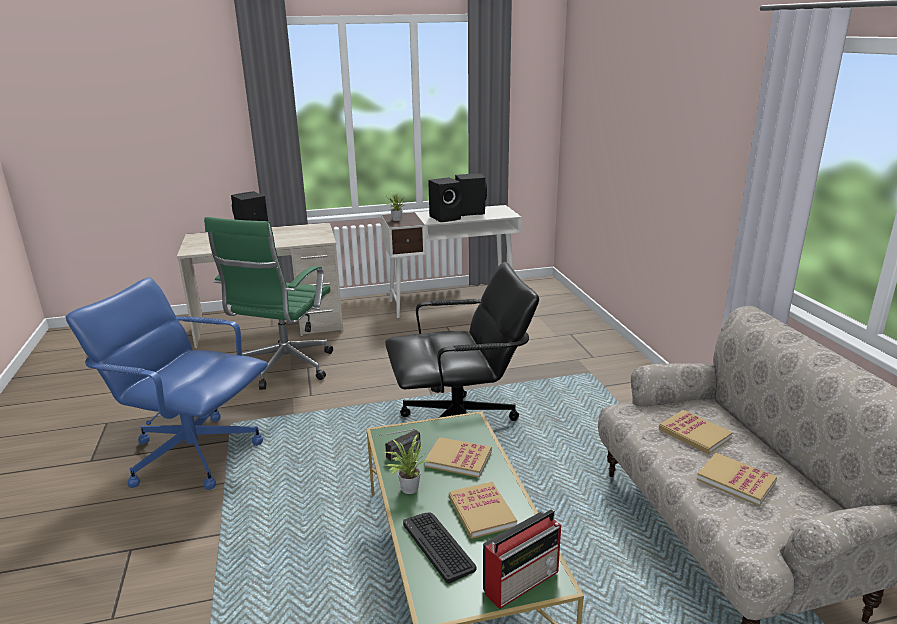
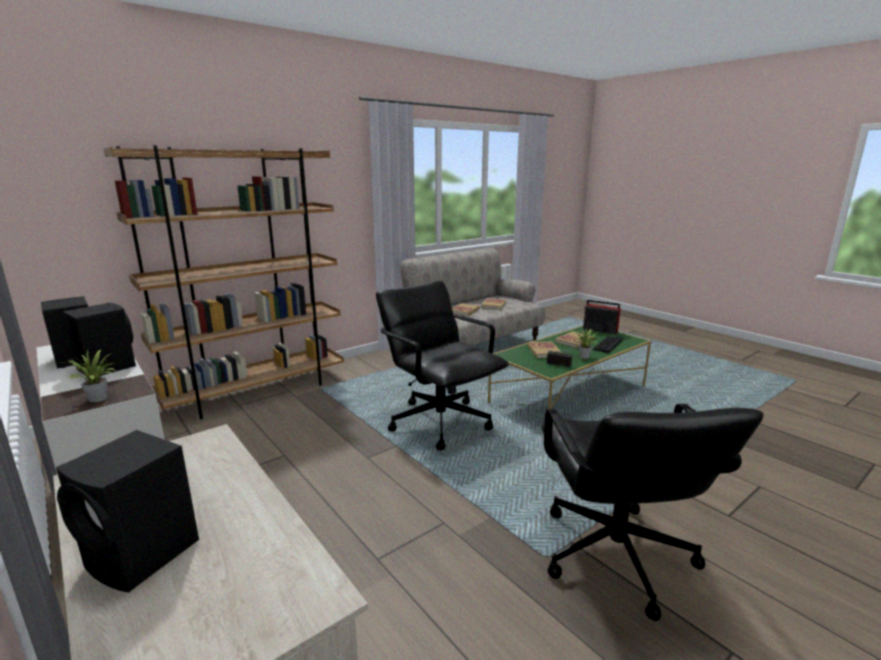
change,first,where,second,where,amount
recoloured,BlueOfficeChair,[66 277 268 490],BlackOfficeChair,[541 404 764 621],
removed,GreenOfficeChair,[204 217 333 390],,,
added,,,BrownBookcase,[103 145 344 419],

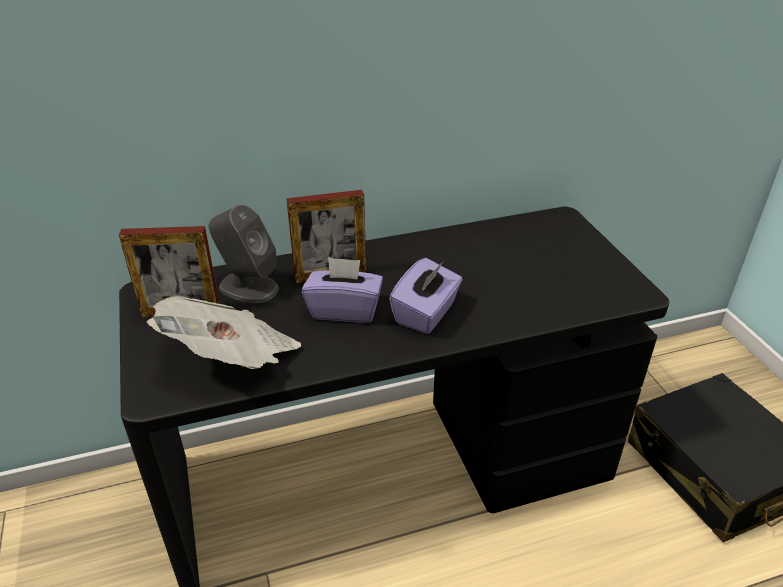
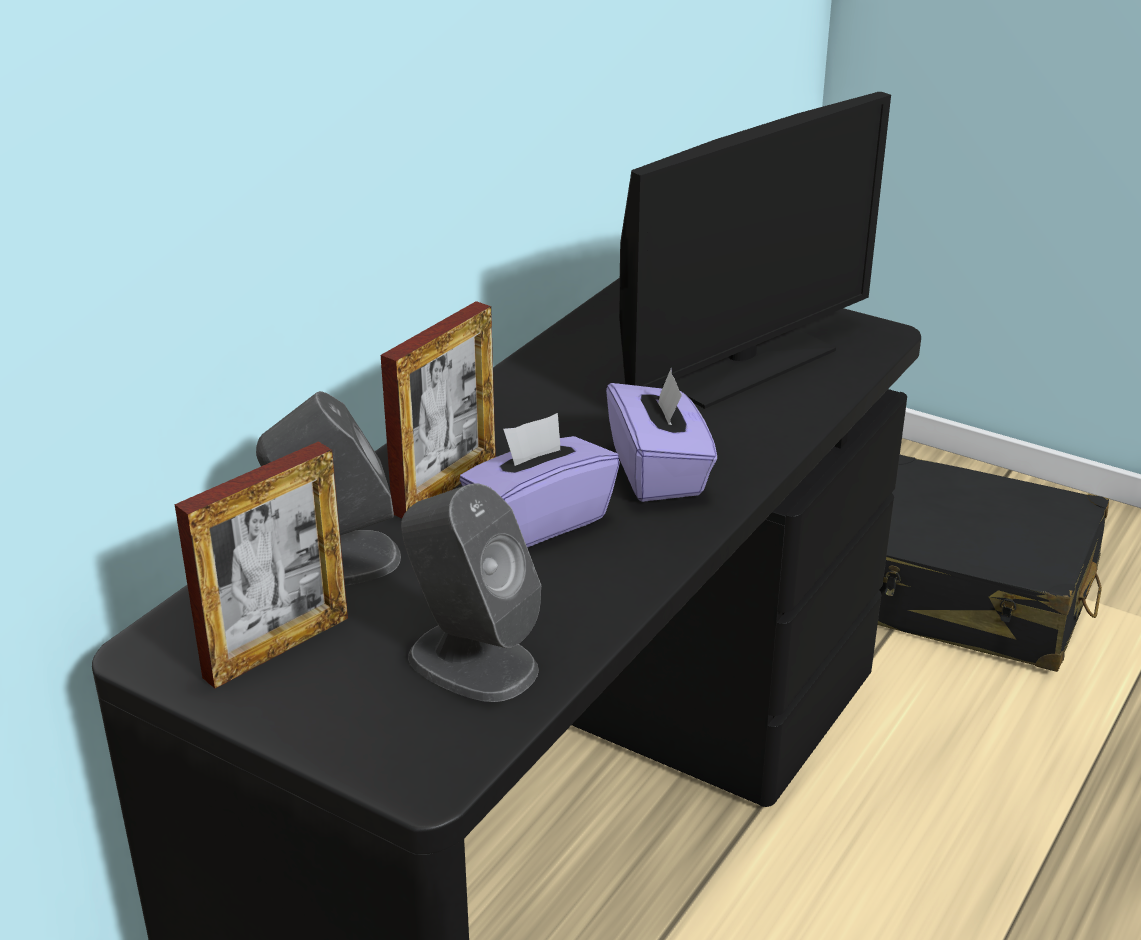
change,first,where,second,where,amount
replaced,Newspaper,[147 296 301 369],GreySpeaker,[401 483 541 702],
added,,,Monitor,[619 92 891 409],

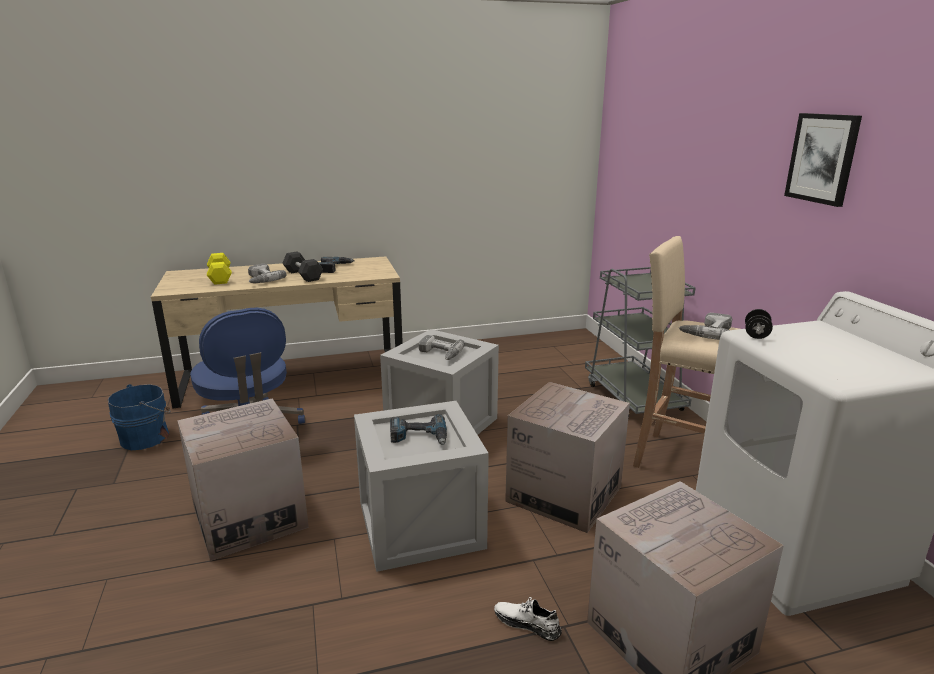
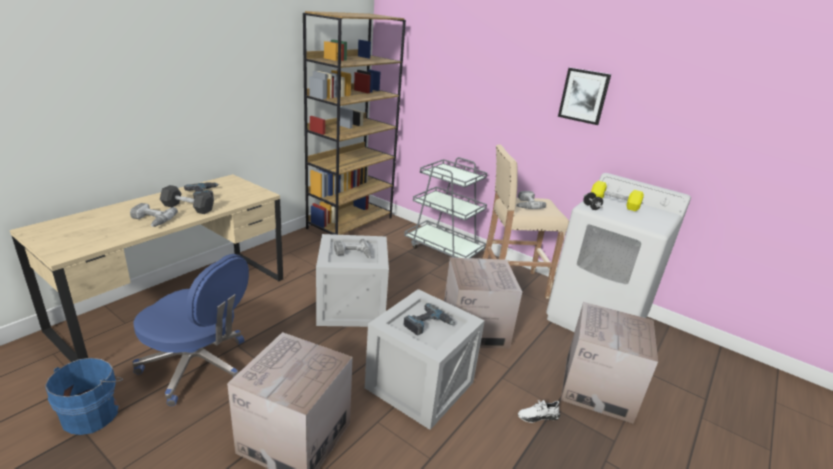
change,first,where,second,where,amount
moved,YellowDumbbell,[207 253 232 285],,[591 181 644 212],
added,,,BrownBookcase,[303 11 406 235],

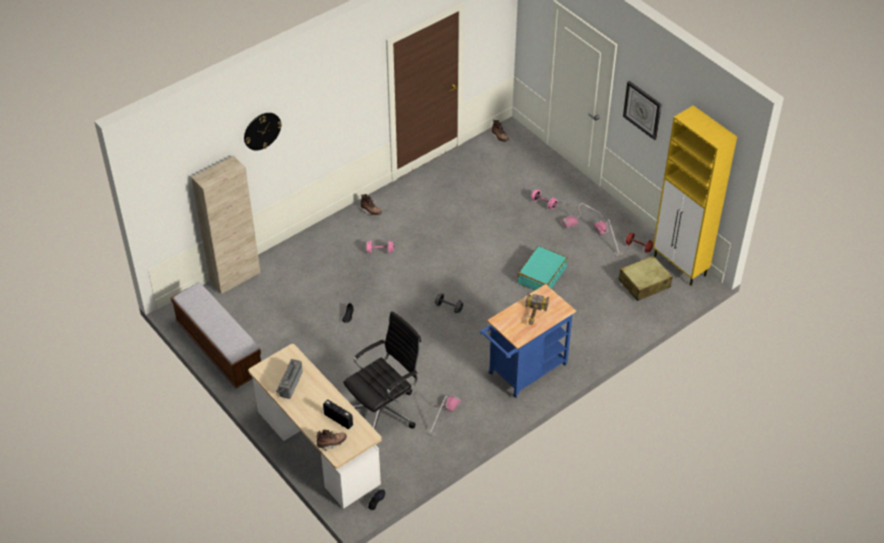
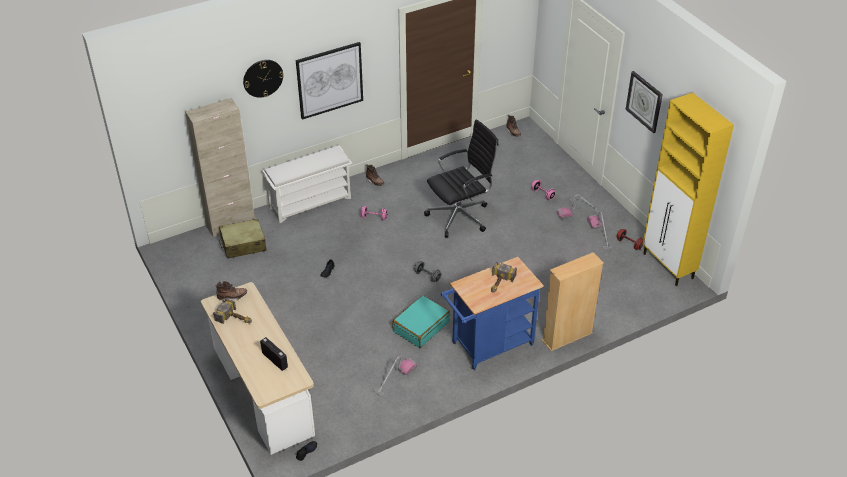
change,first,where,second,where,amount
removed,Bench,[171 282 261 388],,,
replaced,Radio,[276 359 303 399],Hammer,[213 298 252 324],
moved,BrownBoot,[316 430 347 451],,[215 281 247 302],
moved,BlackOfficeChair,[343 311 421 429],,[424 119 498 238],
moved,TurquoiseSuitcase,[517 246 567 290],,[392 295 450 348],
moved,BeigeSuitcase,[619 256 673 301],,[219 219 267 259],
added,,,WhiteShoeRack,[262 145 352 223],
added,,,Picture,[296 42 363 120],
added,,,BeigeBookcase,[542 252 604 351],

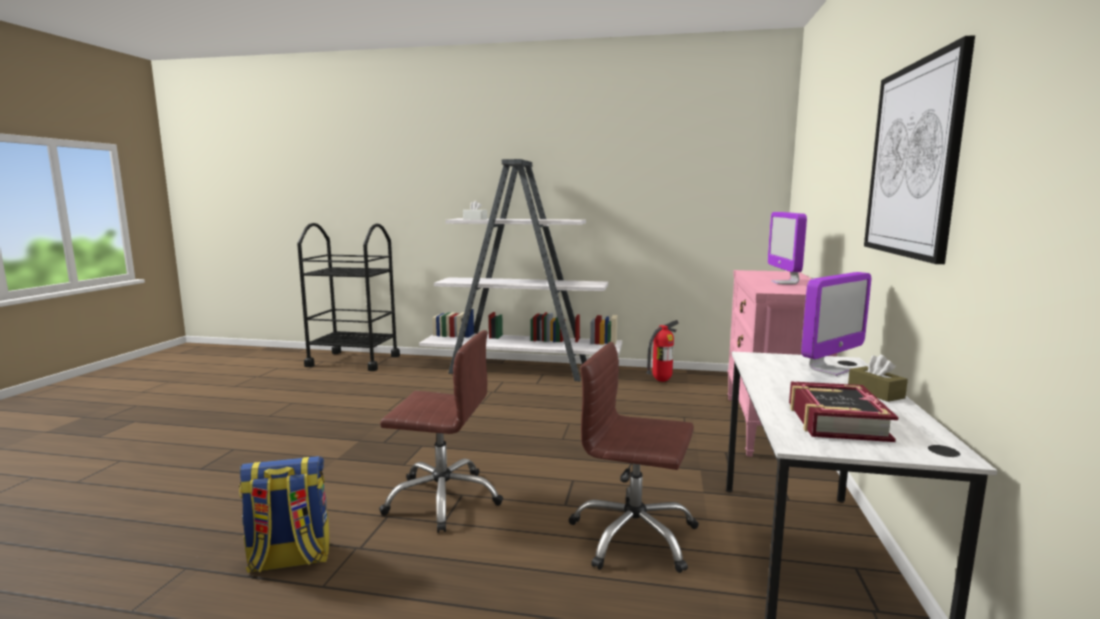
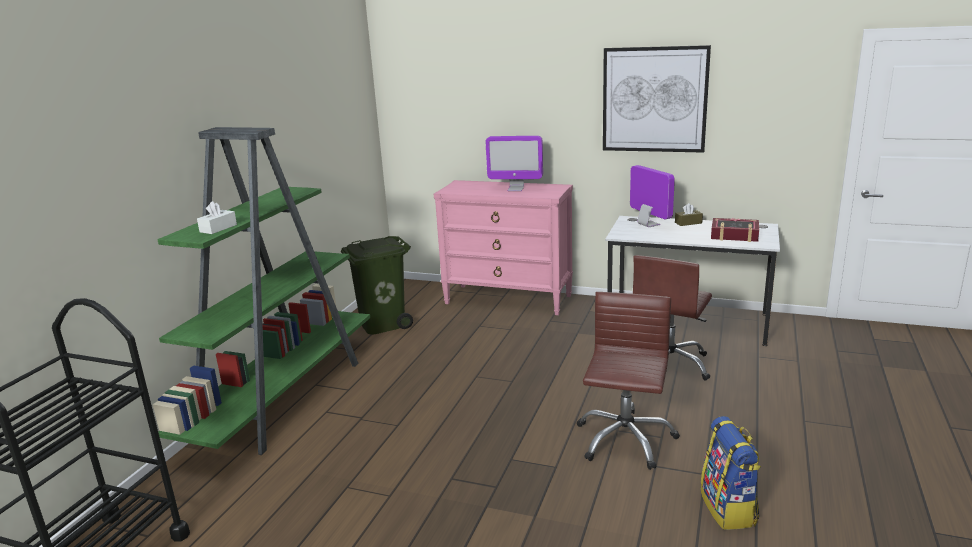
change,first,where,second,where,amount
recoloured,WhiteBookcase,[419 159 622 382],GreenBookcase,[153 127 370 455],
replaced,FireExtinguisher,[646 320 679 382],GreenTrashCan,[341 236 413 335],

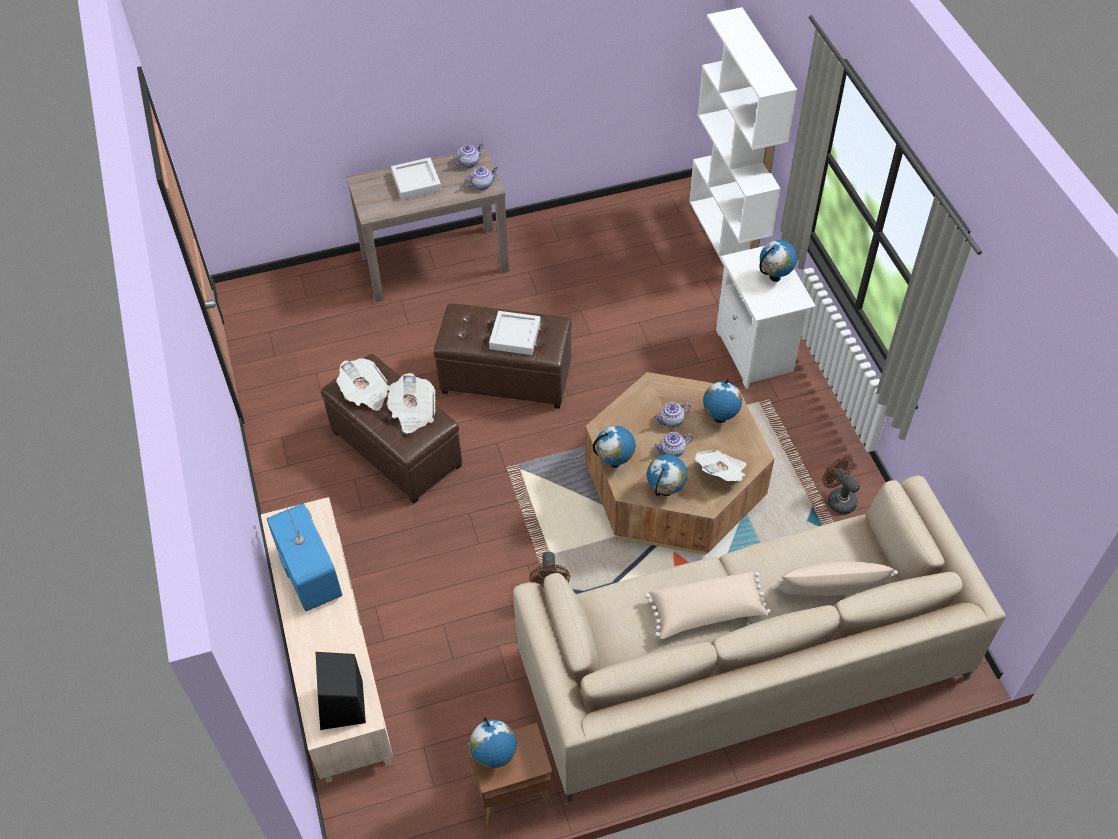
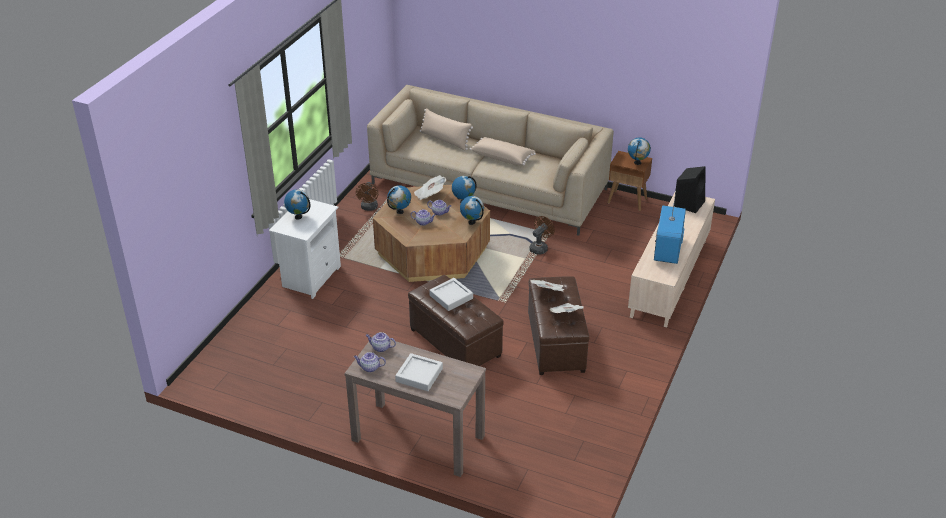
change,first,where,second,where,amount
removed,WhiteBookcase,[689 7 797 265],,,

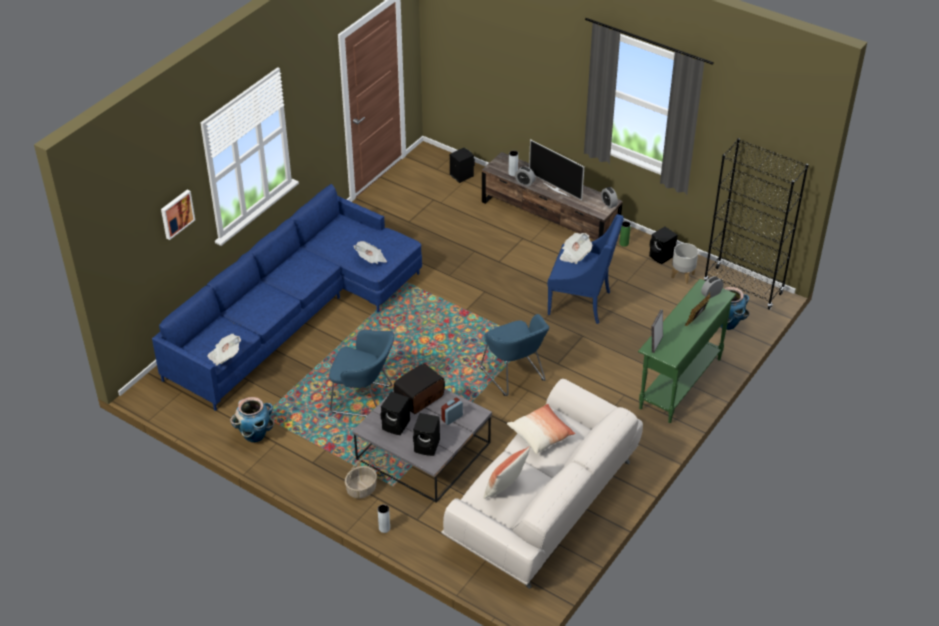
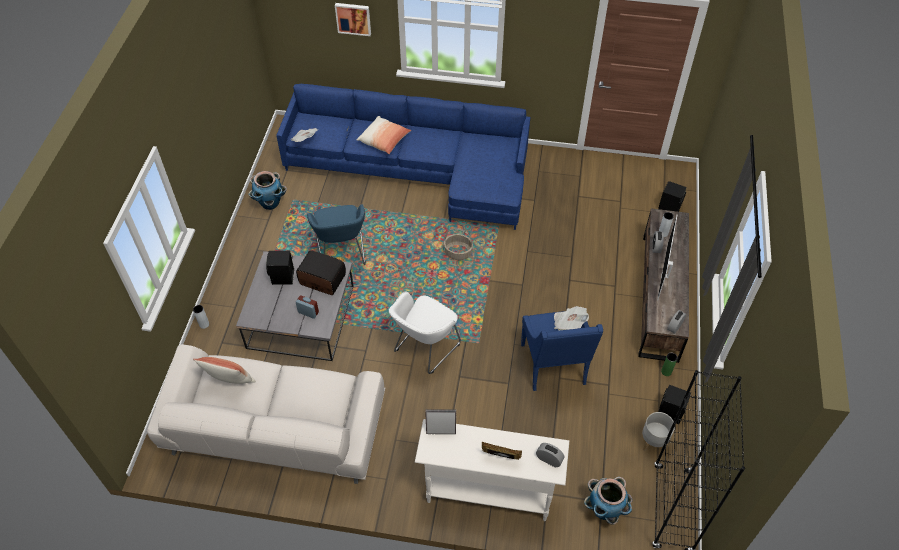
change,first,where,second,where,amount
moved,Basket,[345 457 377 499],,[444 228 473 260],
removed,Newspaper,[354 241 387 264],,,
removed,BlackSpeaker,[413 413 440 456],,,
recoloured,BlueArmchair,[481 314 549 396],WhiteArmchair,[389 292 461 374],
moved,Pillow,[507 404 576 454],,[357 116 411 154],
recoloured,GreenConsoleTable,[638 279 736 423],WhiteConsoleTable,[415 419 569 521],

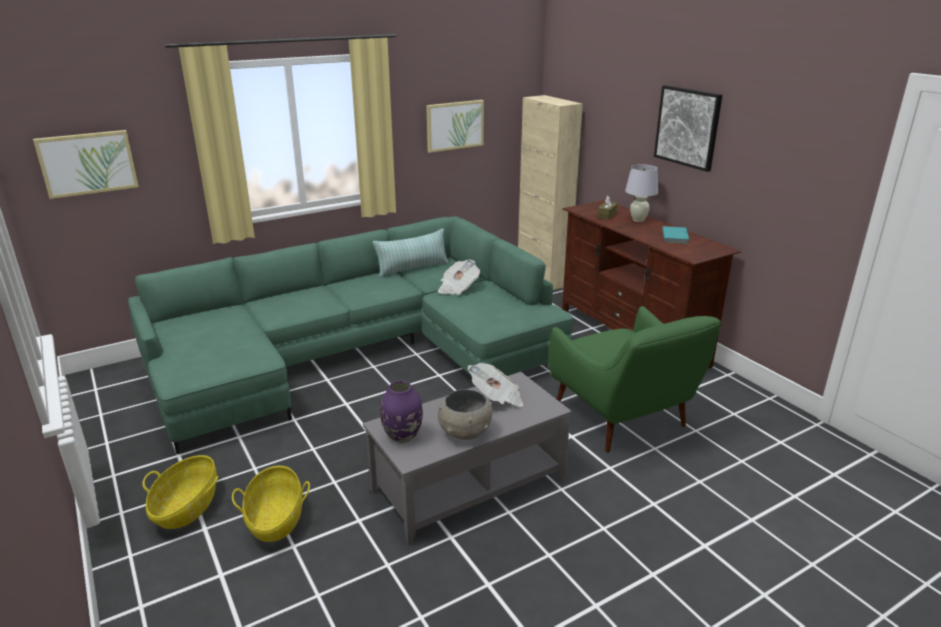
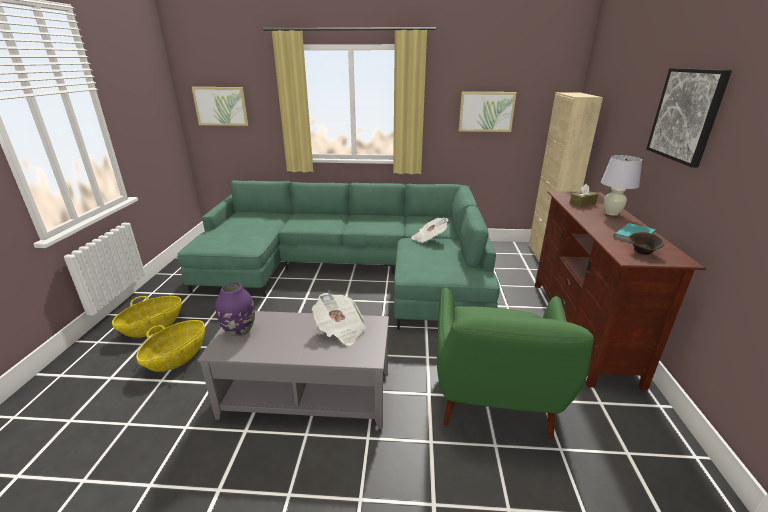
change,first,where,second,where,amount
removed,Pillow,[373 229 449 278],,,
removed,GreyBowl,[438 389 493 440],,,
added,,,BrownBowl,[629 232 664 255],

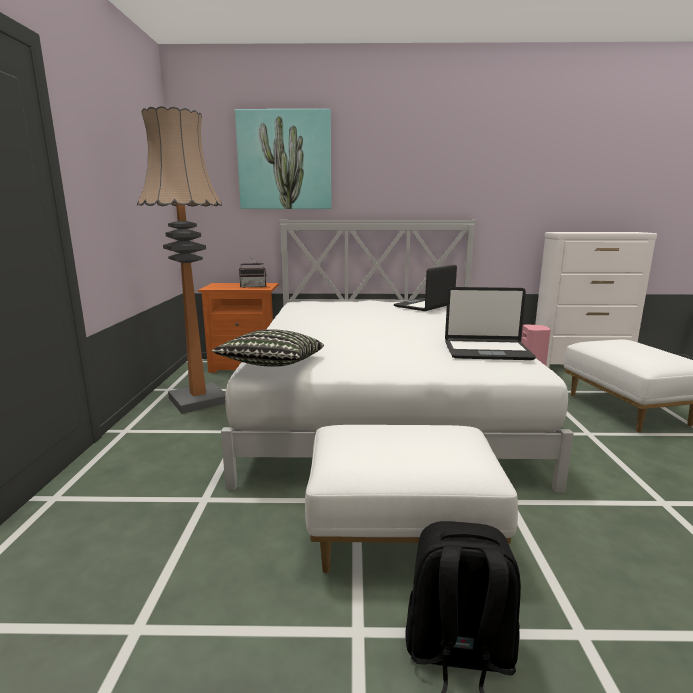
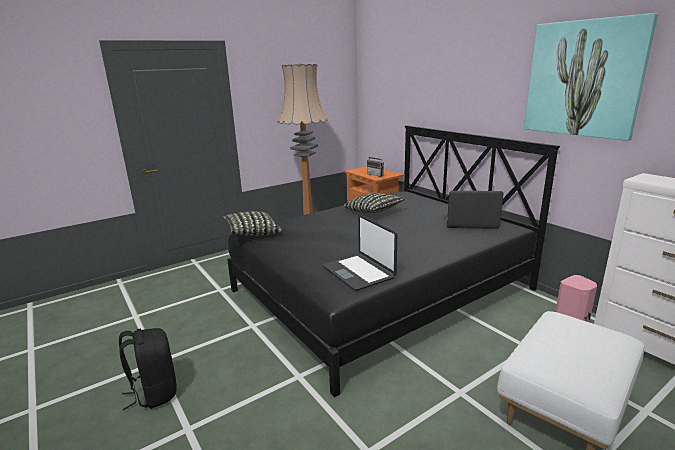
change,first,where,second,where,amount
recoloured,WhiteBed,[221 220 574 492],BlackBed,[227 125 560 397],
moved,Picture,[235 109 332 209],,[524 13 658 141],
removed,WhiteOttoman,[305 425 518 573],,,
added,,,Pillow,[344 193 405 213],

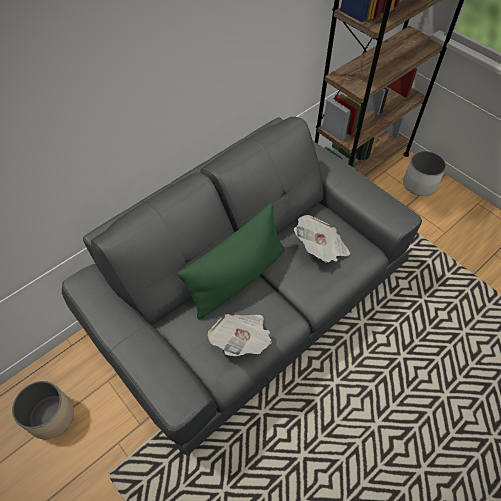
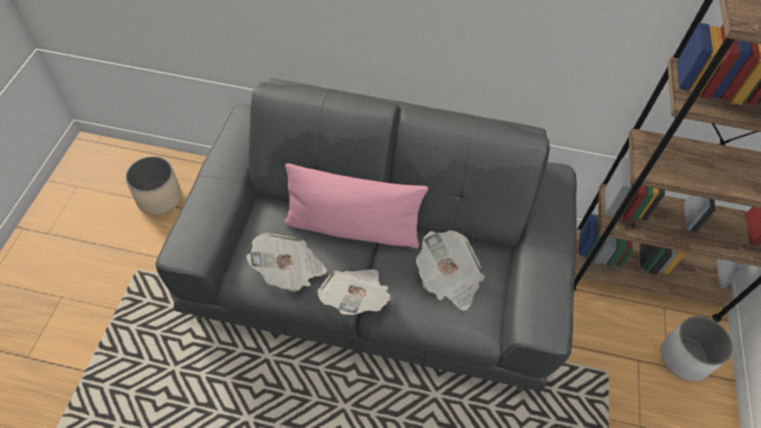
change,first,where,second,where,amount
recoloured,GreenPillow,[177 203 285 320],PinkPillow,[285 163 428 248],
added,,,Newspaper,[317 269 391 315],

